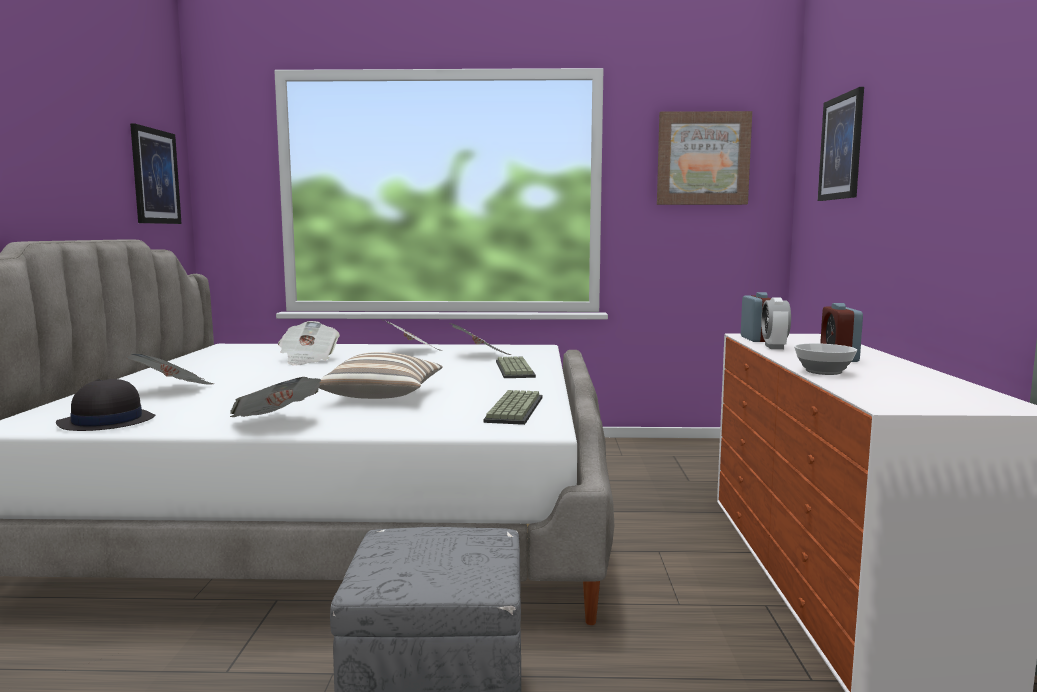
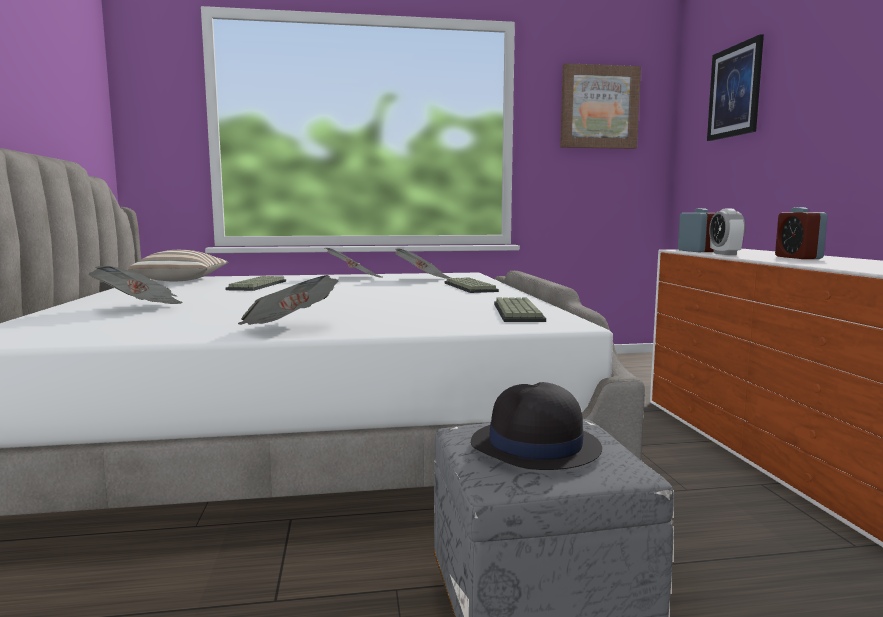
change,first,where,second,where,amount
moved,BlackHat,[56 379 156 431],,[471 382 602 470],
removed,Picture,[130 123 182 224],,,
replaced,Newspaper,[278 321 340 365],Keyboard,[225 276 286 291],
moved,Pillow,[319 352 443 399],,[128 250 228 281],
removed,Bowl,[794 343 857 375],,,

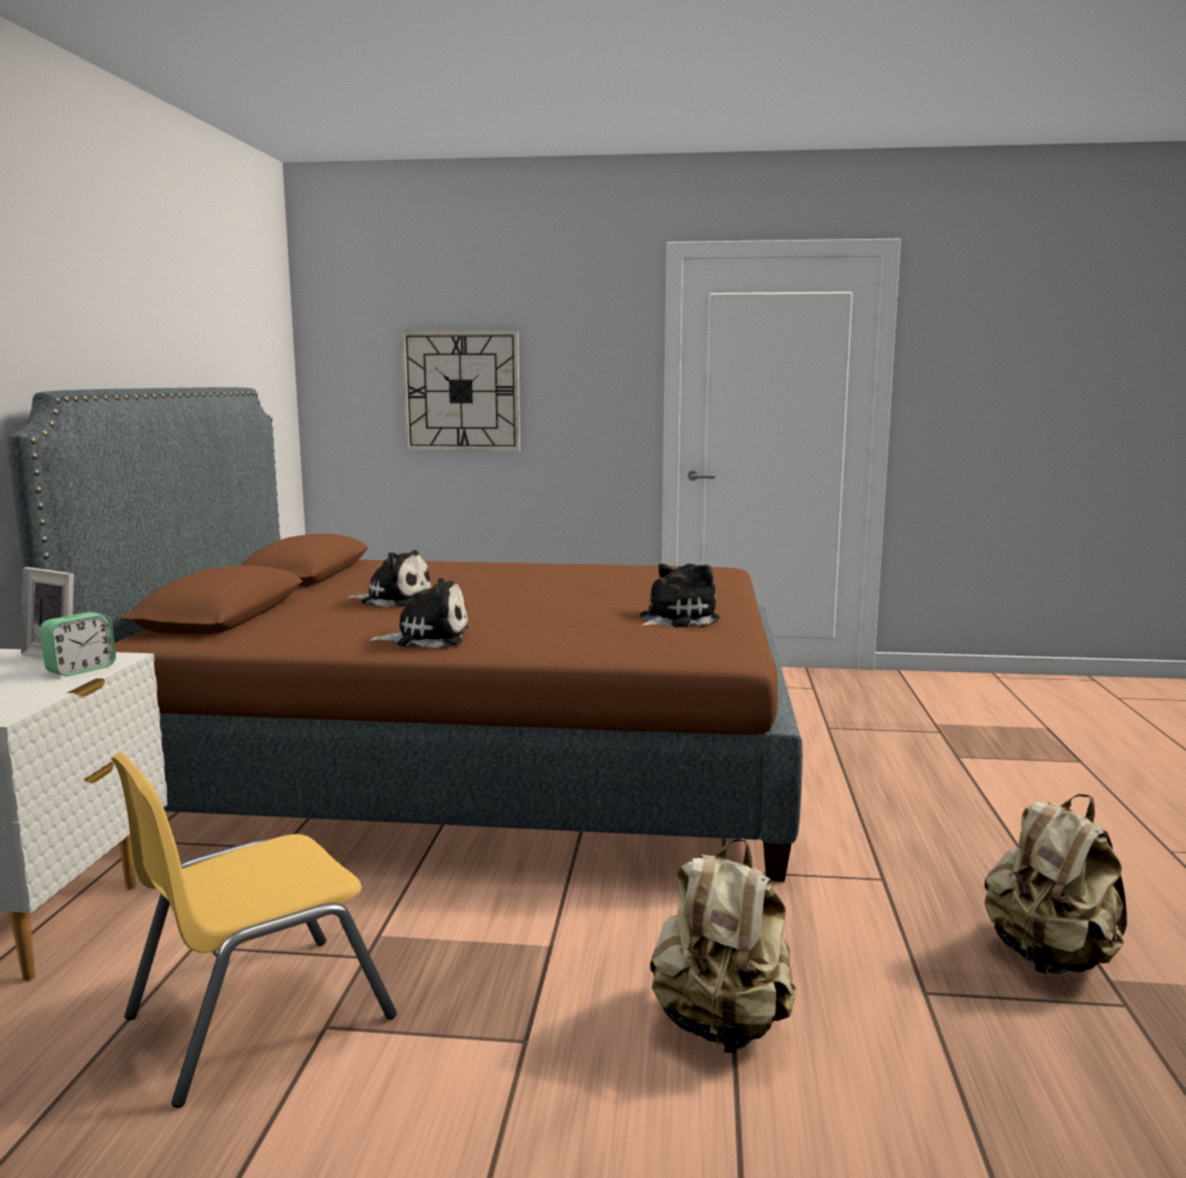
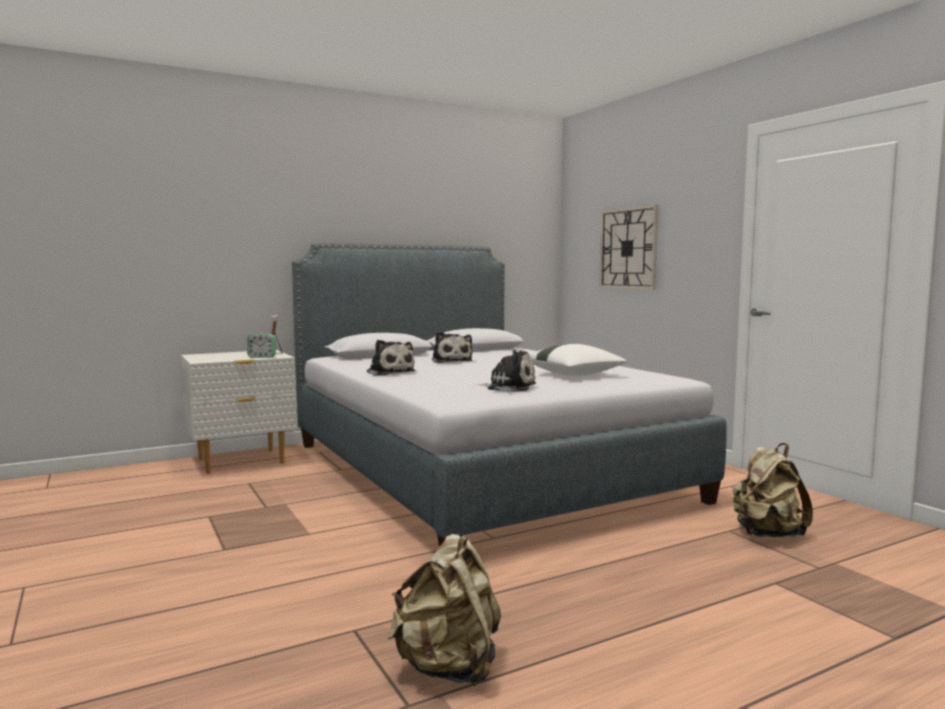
change,first,where,second,where,amount
recoloured,BrownBed,[7 387 803 882],GreyBed,[292 243 727 547],
removed,YellowChair,[111 752 397 1108],,,
moved,BeigeBackpack,[650 838 796 1053],,[732 443 813 537],
added,,,WhitePillow,[530 344 627 376],

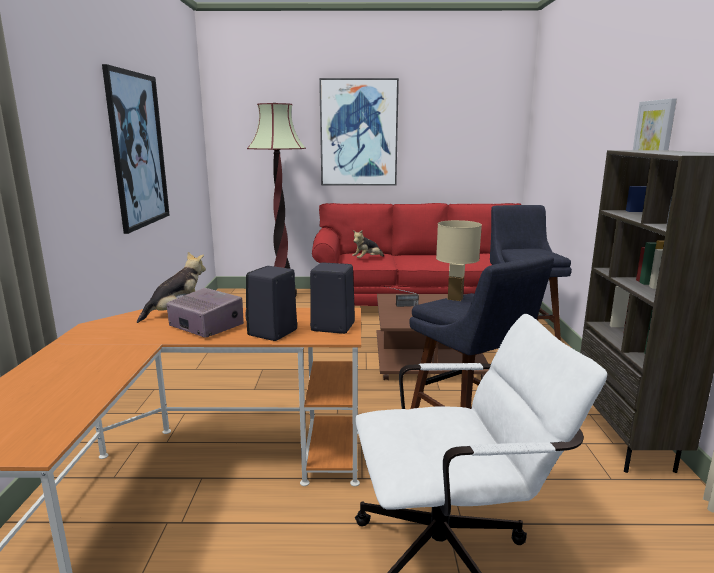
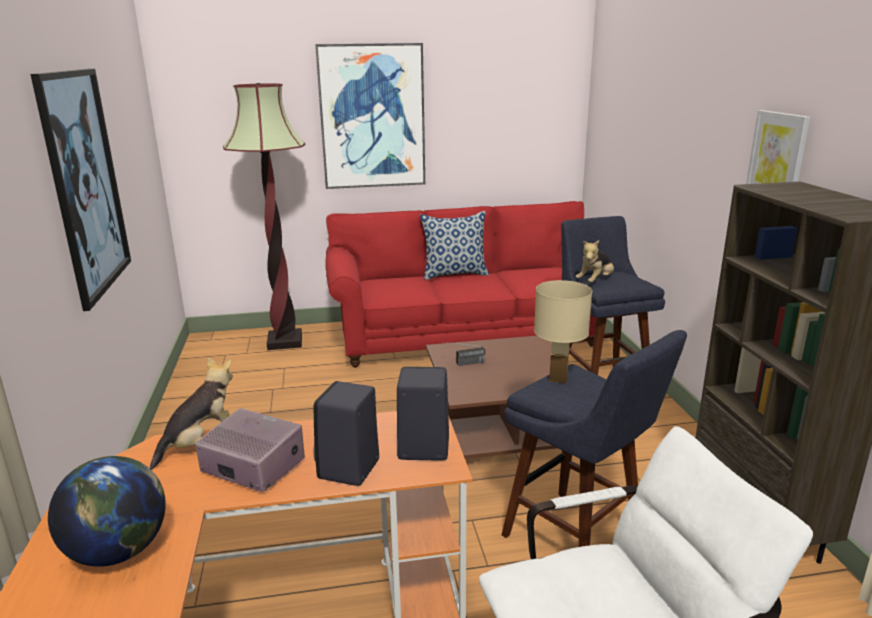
change,first,where,second,where,amount
moved,PlushToy,[352 230 384 258],,[576 240 614 283],
added,,,Globe,[48 456 166 567],
added,,,Pillow,[420 211 489 280],

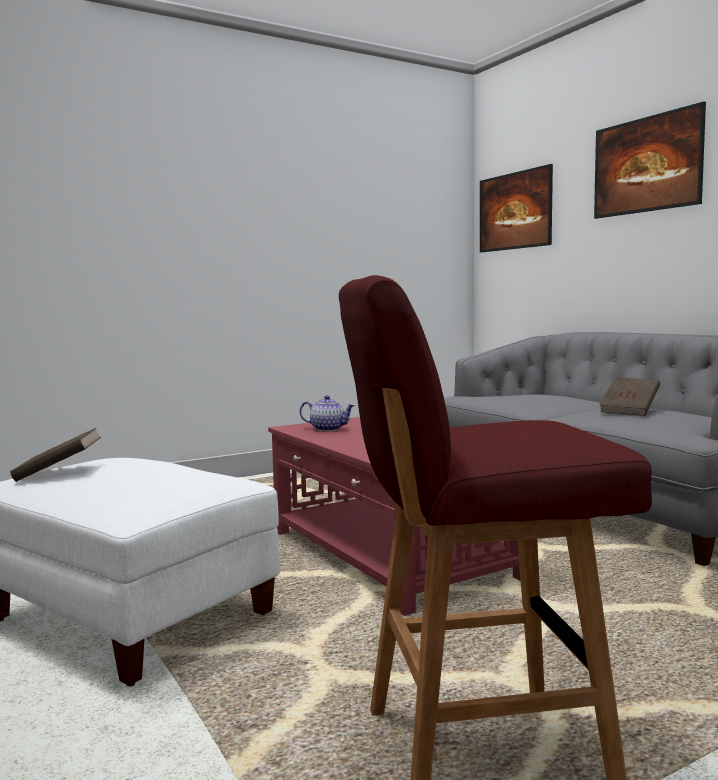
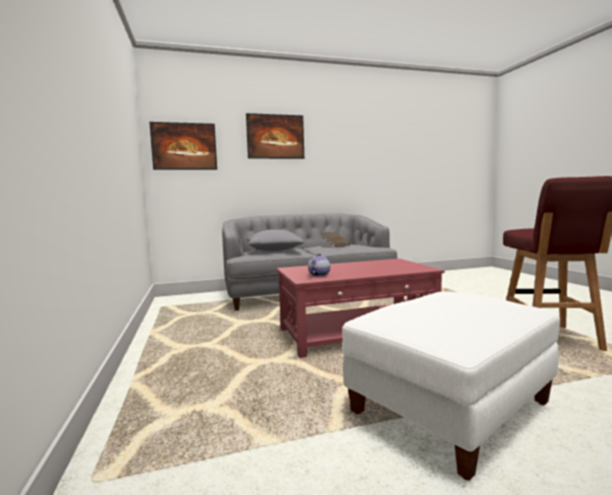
change,first,where,second,where,amount
removed,BrownBook,[10 428 101 482],,,
added,,,GreyPillow,[247 230 304 251],

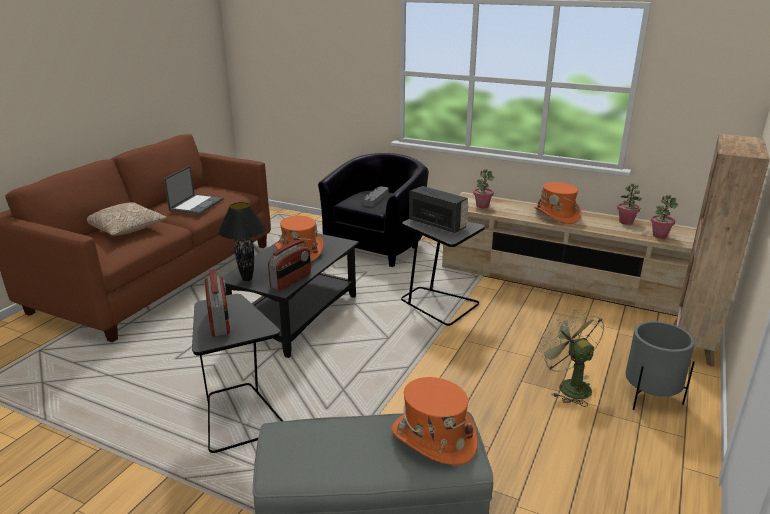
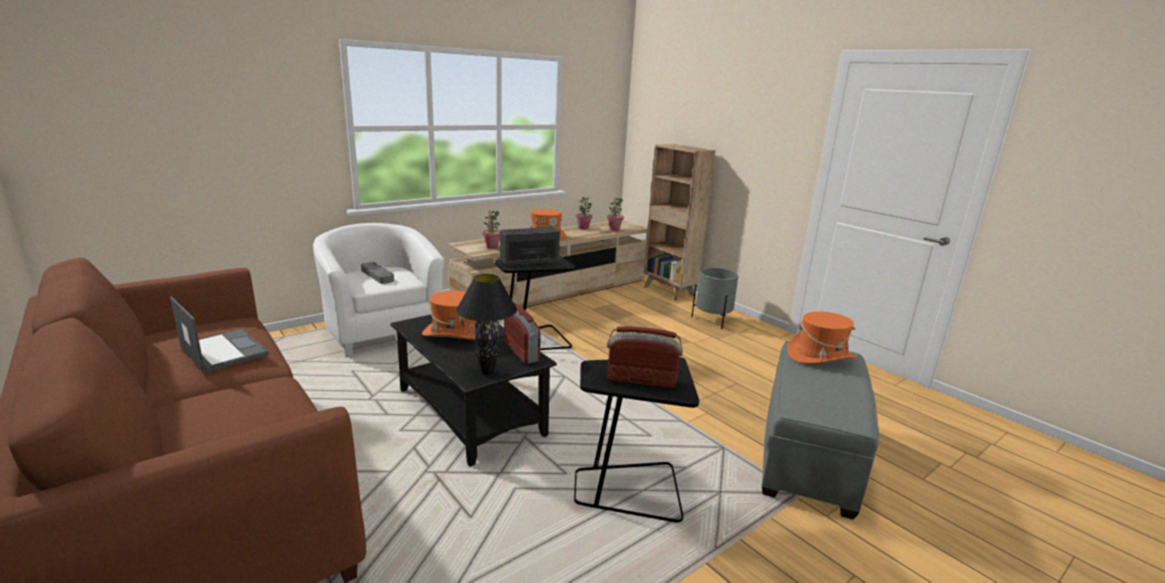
change,first,where,second,where,amount
removed,Pillow,[87 202 167 236],,,
recoloured,BlackArmchair,[318 153 429 267],WhiteArmchair,[313 223 444 357],
removed,GreenFan,[539 310 604 407],,,

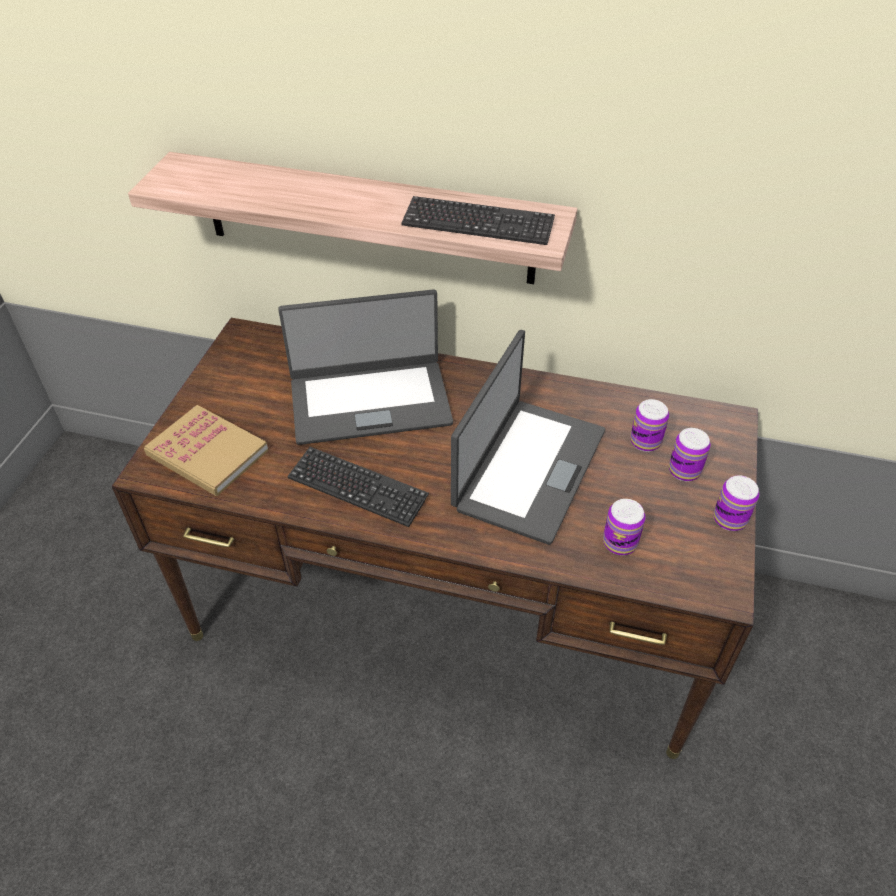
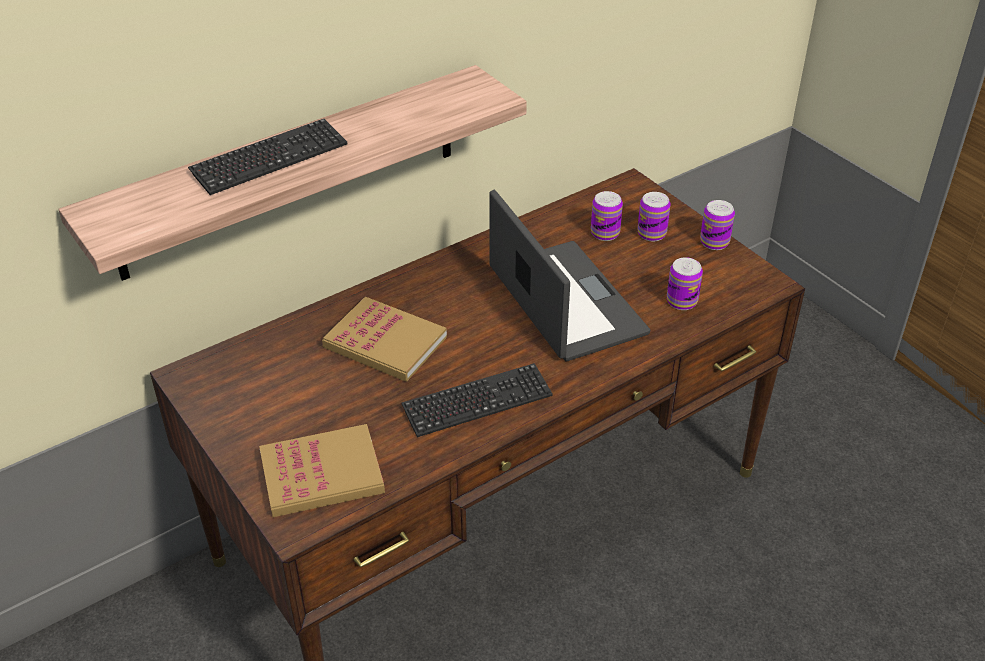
change,first,where,second,where,amount
replaced,Laptop,[278 290 453 445],Book,[322 297 447 382],
moved,Keyboard,[401 196 555 245],,[188 119 347 195],

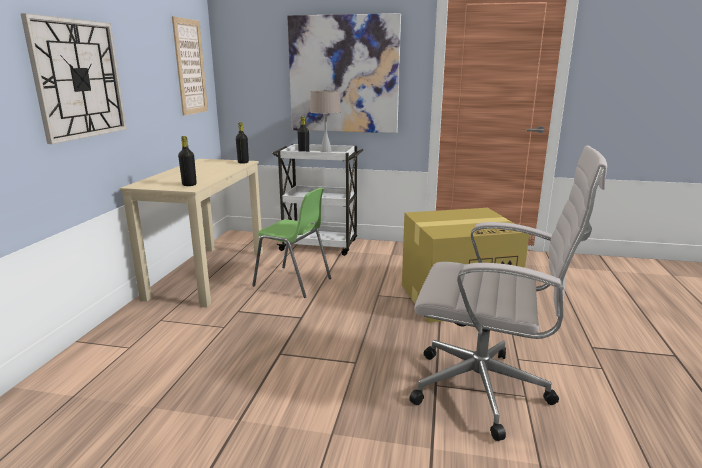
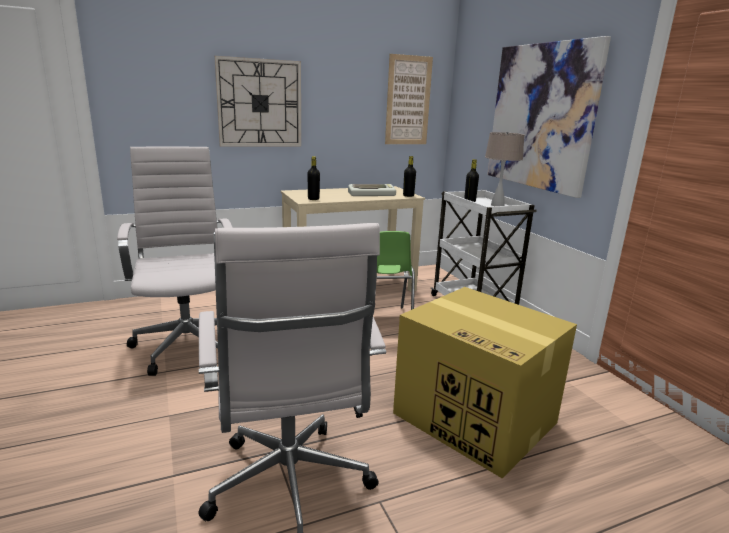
change,first,where,second,where,amount
added,,,WhiteOfficeChair,[117 147 233 376],
added,,,Keyboard,[348 184 396 196],

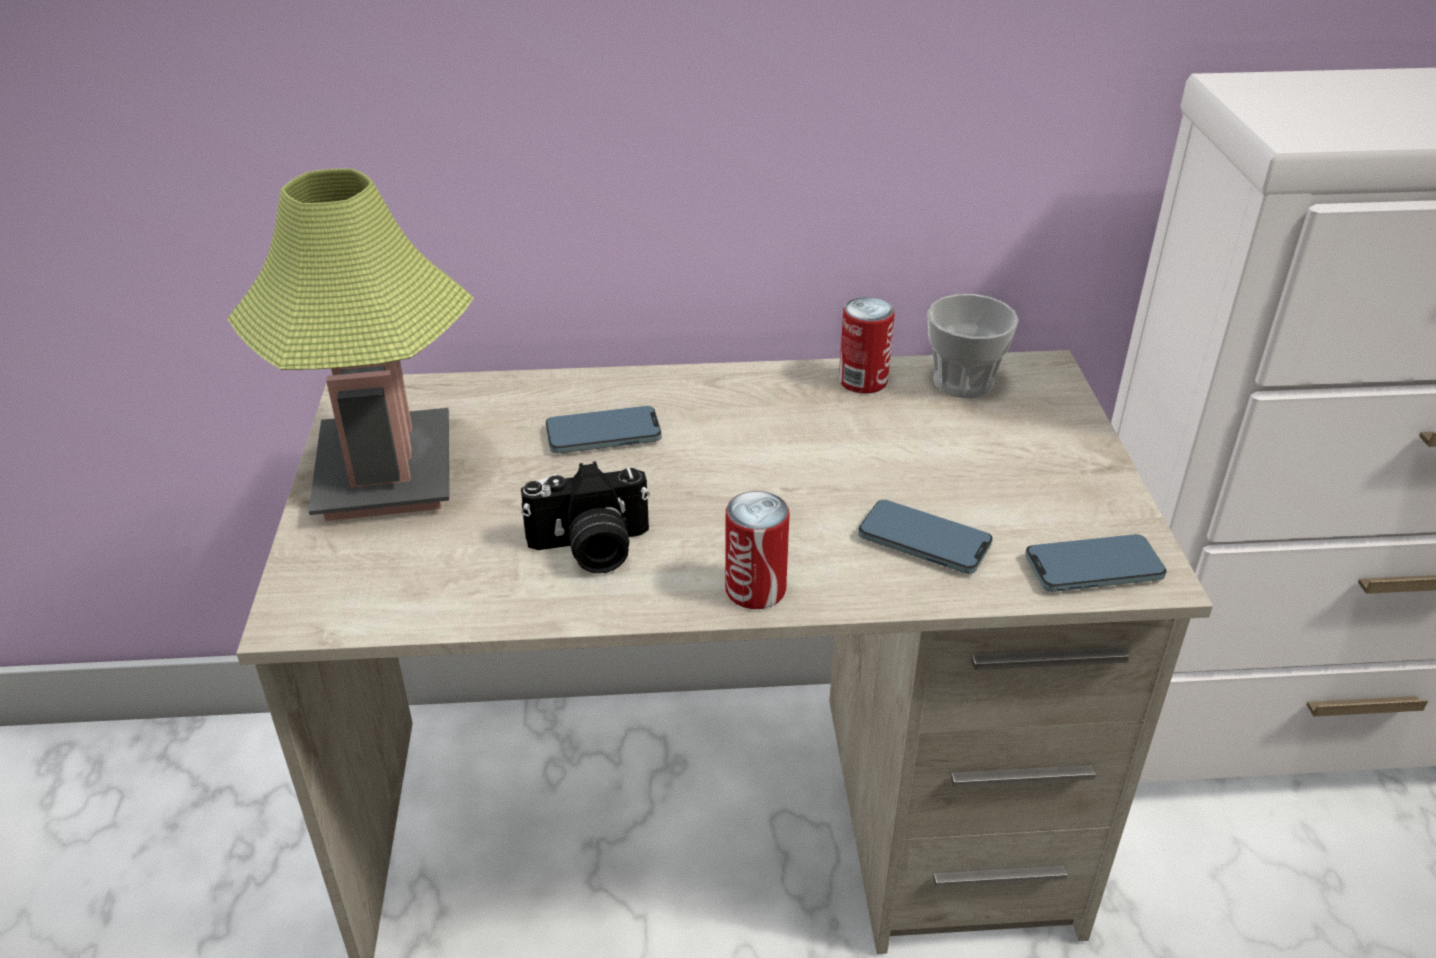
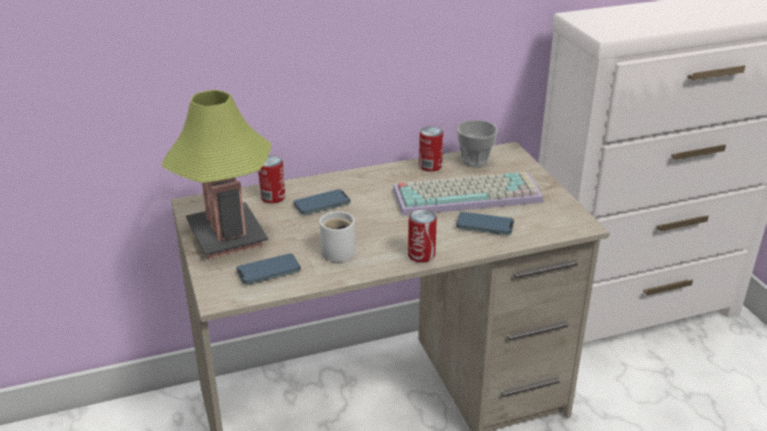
change,first,where,second,where,amount
replaced,PhotoCamera,[521 461 650 573],WhiteMug,[319 211 355 262],
moved,Phone,[1025 534 1167 592],,[236 254 301 285],
added,,,Can,[258 155 285 203],
added,,,Keyboard,[393 172 544 216],

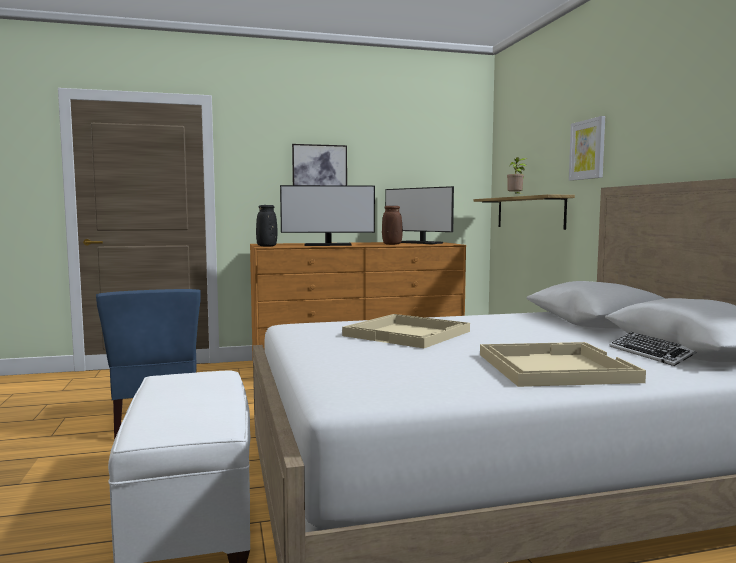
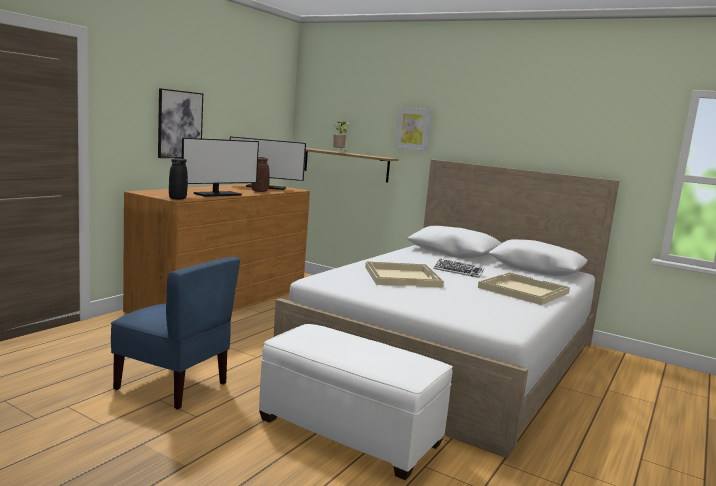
change,first,where,second,where,amount
moved,Keyboard,[610 332 697 366],,[433 259 485 278],

